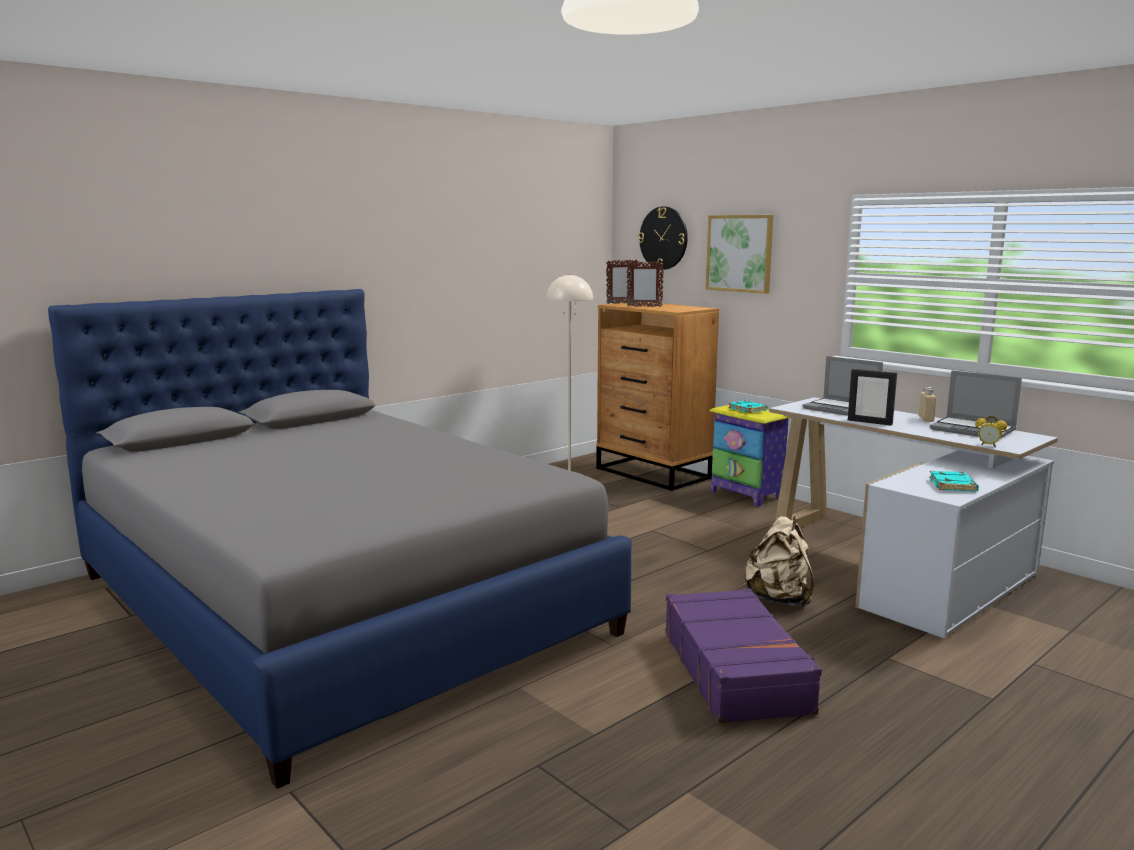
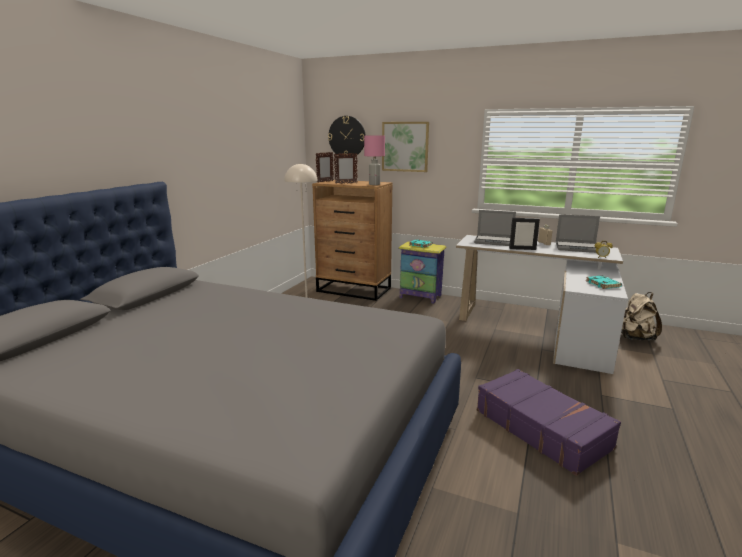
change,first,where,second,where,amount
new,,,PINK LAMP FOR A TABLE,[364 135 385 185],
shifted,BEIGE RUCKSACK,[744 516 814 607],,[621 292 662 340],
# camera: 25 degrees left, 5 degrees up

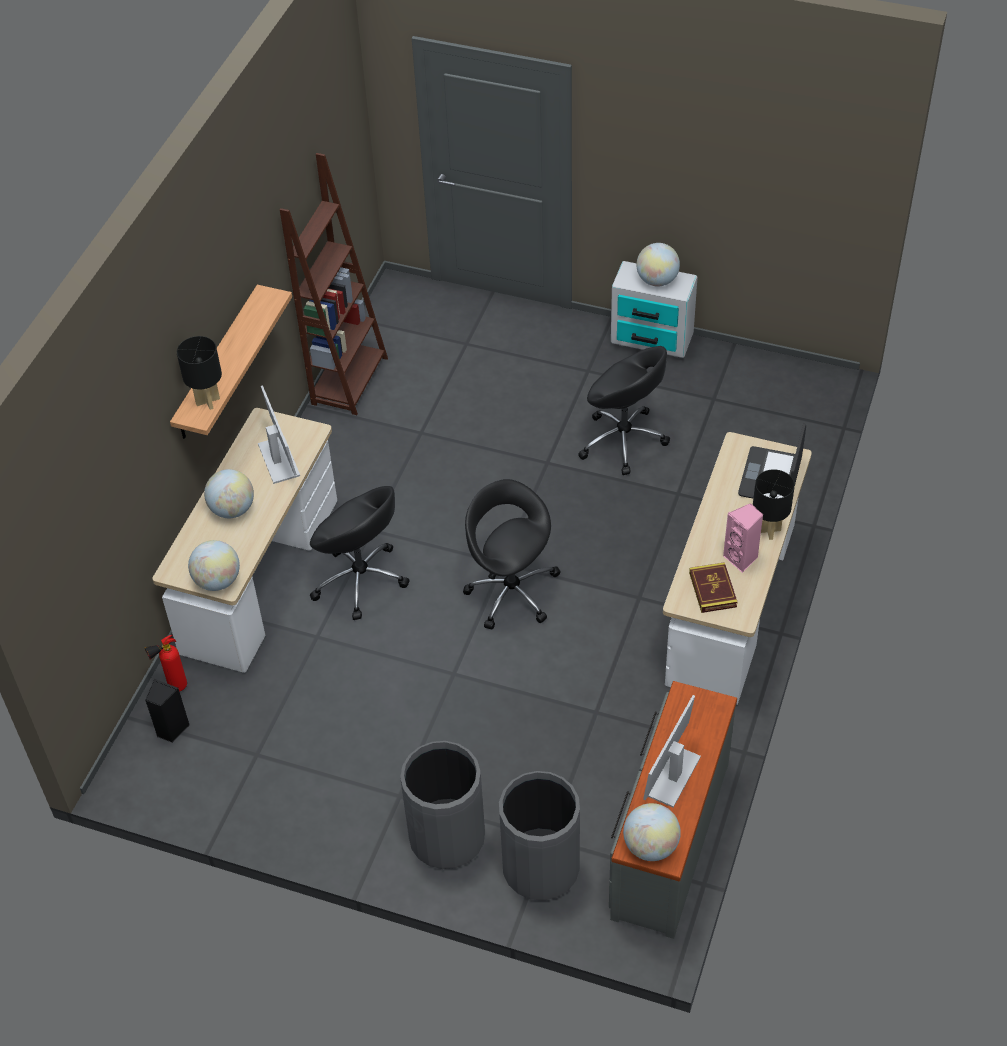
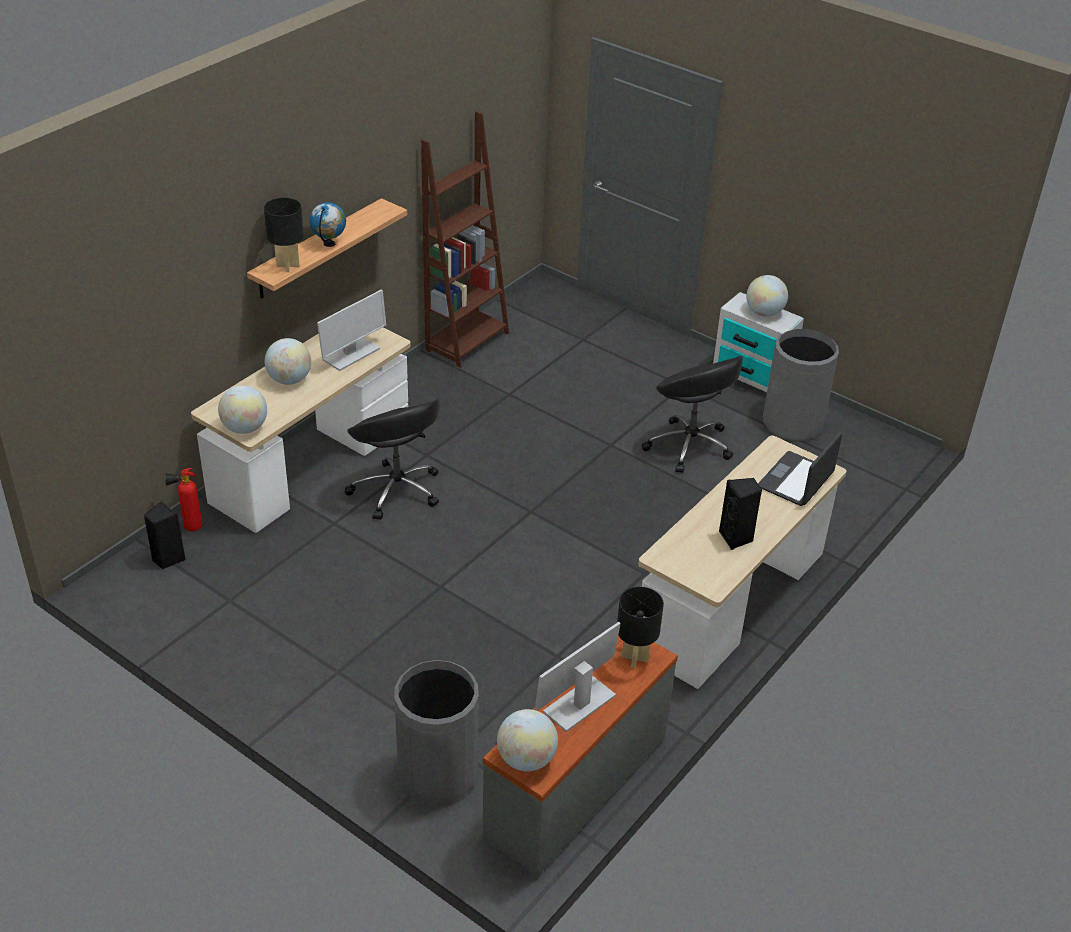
change,first,where,second,where,amount
gone,BLACKISH DESK CHAIR,[463 479 561 629],,,
gone,BOUND BOOK,[689 562 737 613],,,
new,,,GLOBE,[310 202 346 247],
shifted,GREYISH TRASH CAN,[400 741 485 869],,[763 329 839 441],
shifted,BLACKISH LAMP FOR A TABLE,[753 469 795 540],,[617 587 664 669],
repainted,PINK SPEAKER,[723 503 763 573],BLACKISH SPEAKER,[719 478 762 550],
rotated,COMPUTER SCREEN,[258 385 300 484],,[317 289 386 371],45 degrees clockwise
# camera: 15 degrees right, 10 degrees down

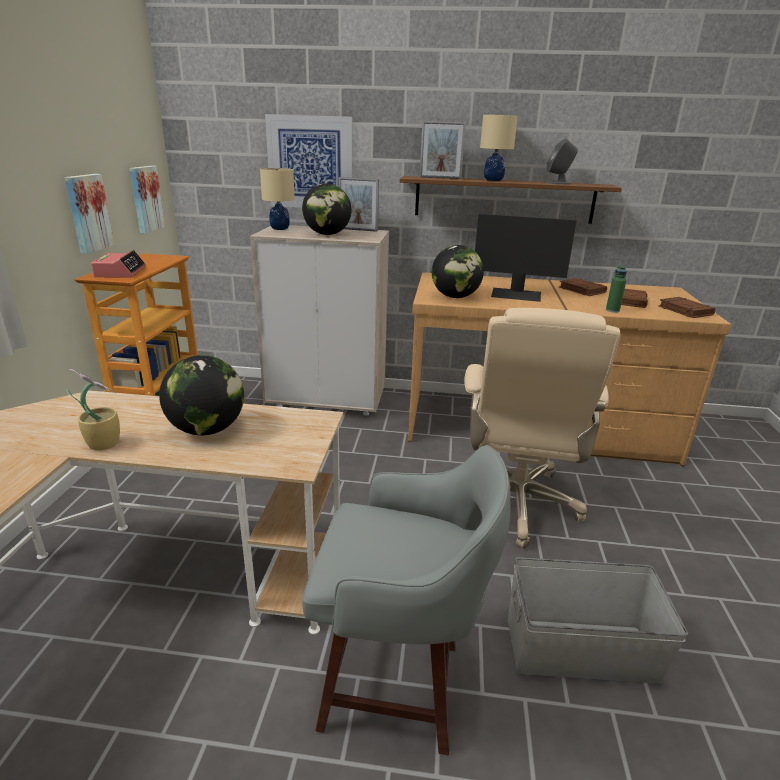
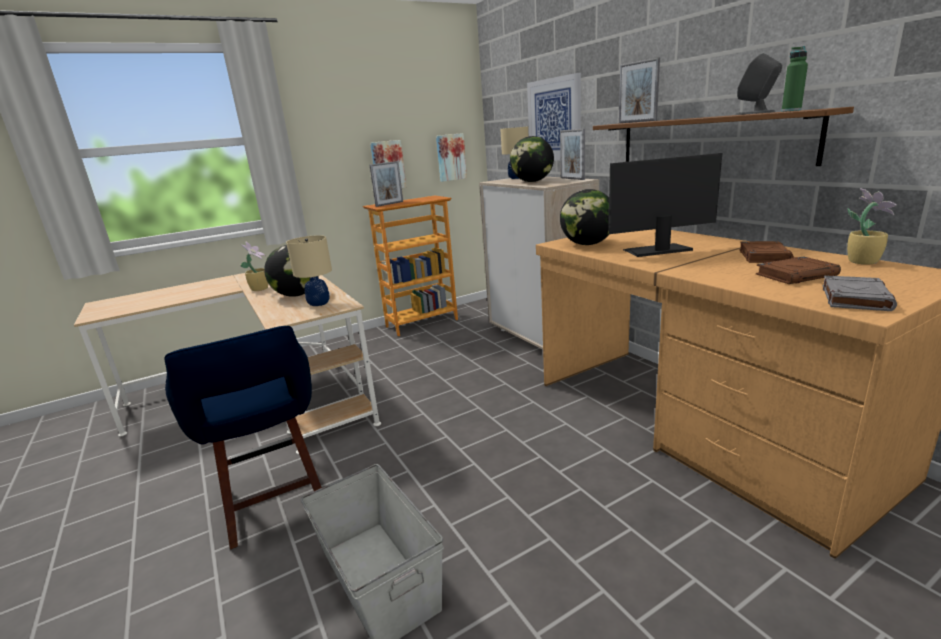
change,first,where,second,where,amount
gone,BEIGE DESK CHAIR,[464 308 620 549],,,
new,,,PLANT IN A POT,[847 188 897 264],
shifted,BEIGE LAMP FOR A TABLE,[480 114 518 181],,[286 235 332 306],
shifted,GREENISH BOTTLE,[606 266 627 313],,[782 46 808 112],
swapped,TABLE CLOCK,[91 250 146 277],PHOTO FRAME,[369 161 403 207],
repainted,GREYISH STOOL SEAT,[303 445 511 755],BLUISH STOOL SEAT,[164 326 322 549],
repainted,BROWN BOUND BOOK,[658 297 716 318],GREYISH BOUND BOOK,[823 275 897 311],
rotated,COMPUTER SCREEN,[475 214 577 302],,[609 153 722 257],105 degrees clockwise
# camera: 55 degrees right, 5 degrees down

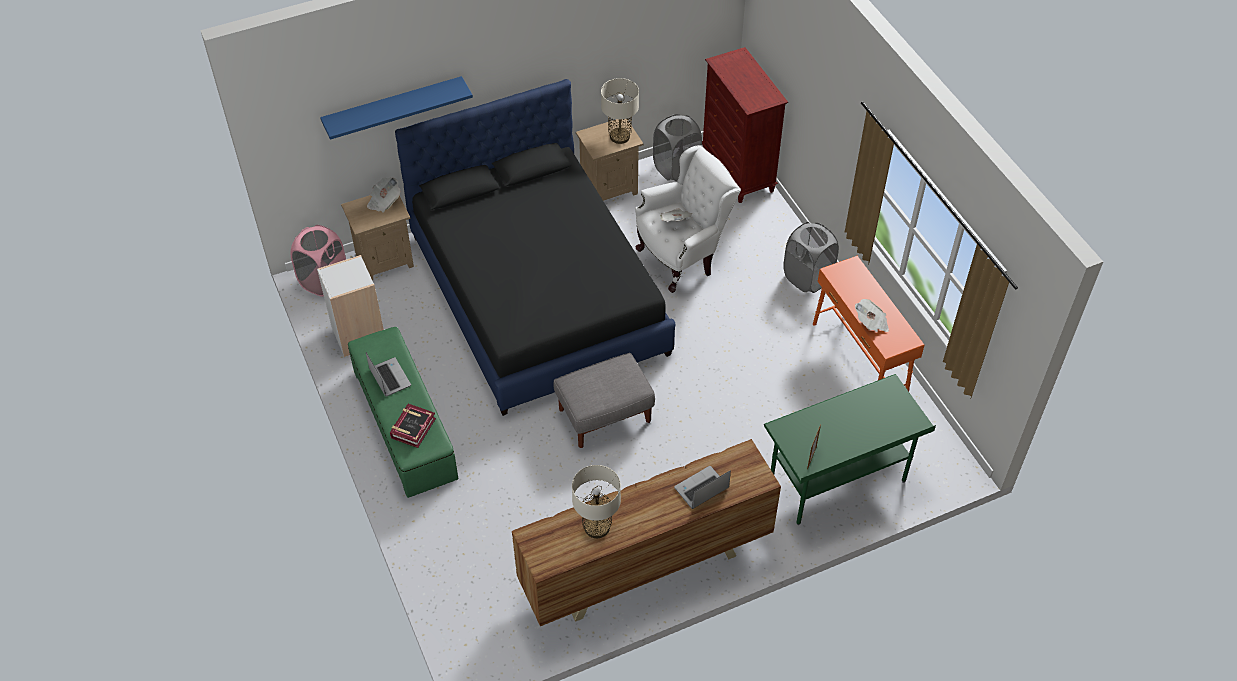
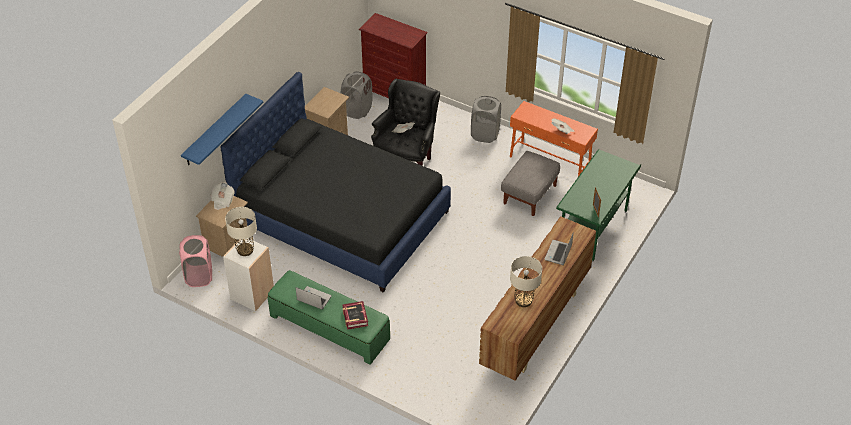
change,first,where,second,where,amount
shifted,GREYISH POUFFE,[553 353 655 448],,[501 151 560 216],
shifted,LAMP FOR A TABLE,[601 78 639 144],,[225 207 257 256],
repainted,WHITE ARMCHAIR,[635 145 741 293],BLACKISH ARMCHAIR,[371 79 440 166],
# camera: 35 degrees left, 5 degrees down

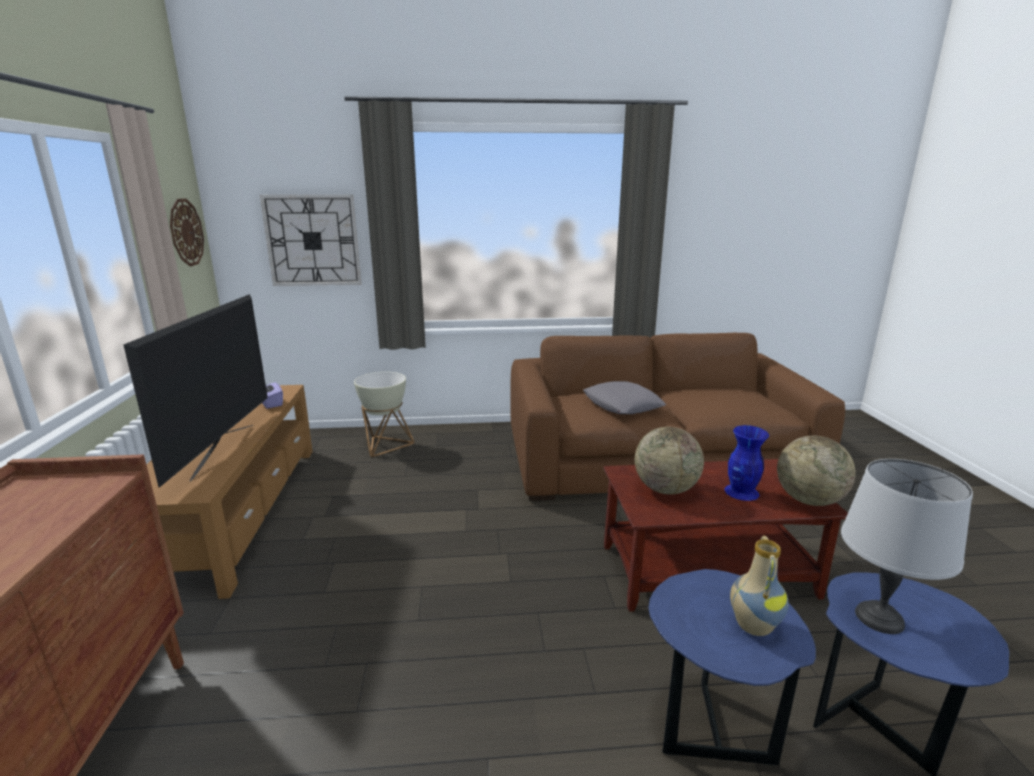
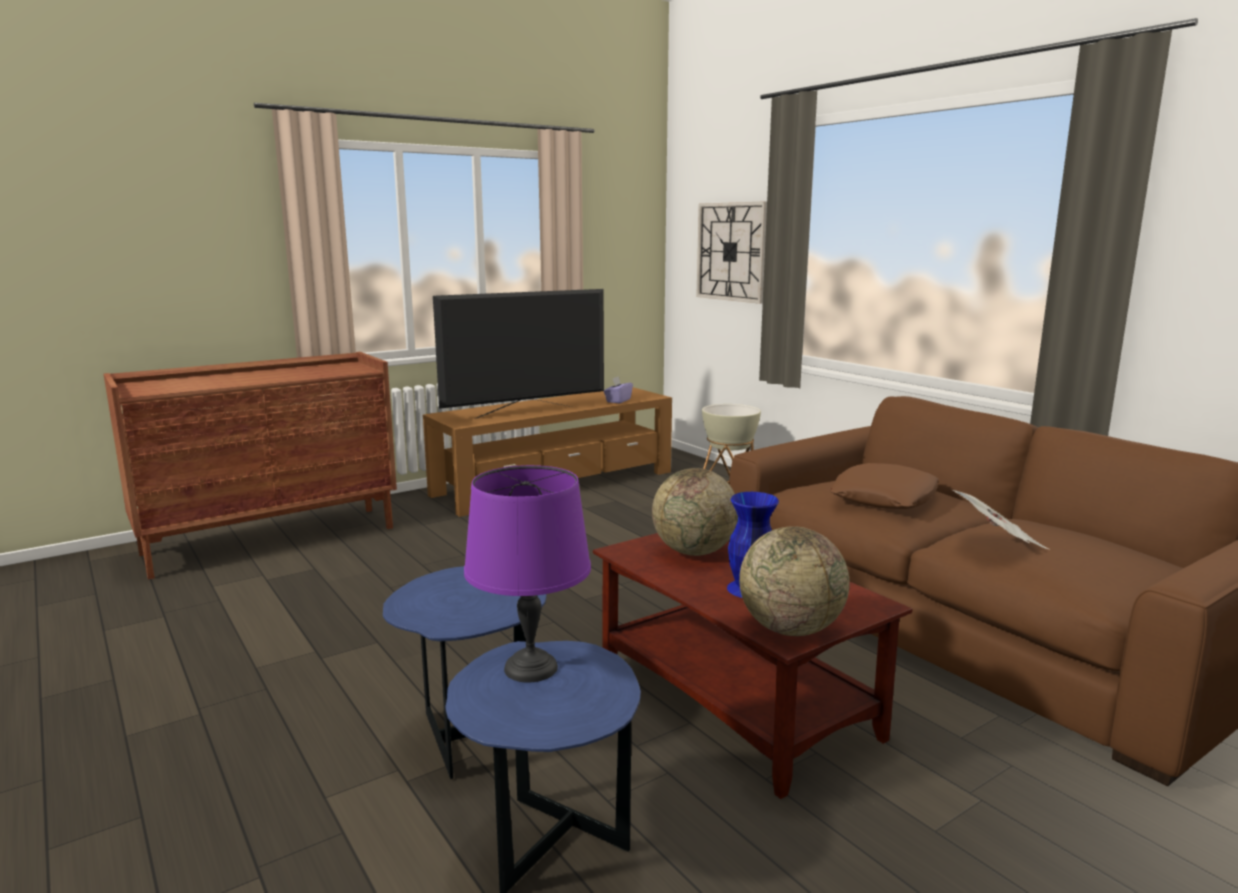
change,first,where,second,where,amount
gone,CLOCK ON THE WALL,[170 198 204 266],,,
gone,FLOWER VASE,[730 536 788 636],,,
new,,,PRINTED PAPER,[953 490 1048 549],
repainted,GREYISH PILLOW,[583 381 666 414],BROWN PILLOW,[830 463 939 509],
repainted,GREYISH LAMP FOR A TABLE,[841 459 973 634],PURPLE-COLOURED LAMP FOR A TABLE,[464 465 591 682],
# camera: 60 degrees right, 5 degrees down

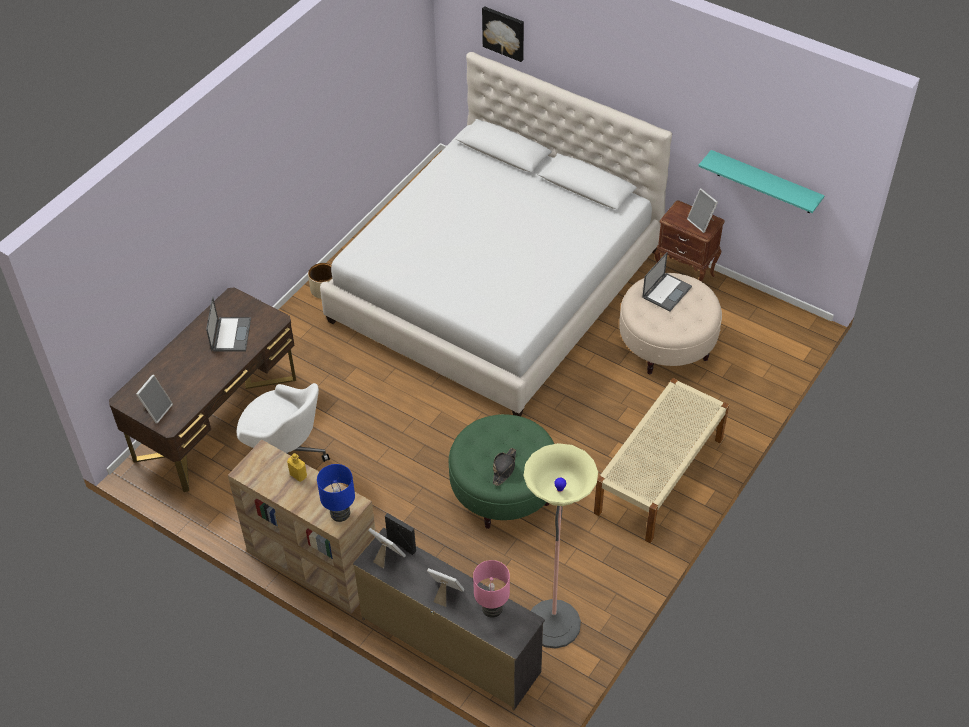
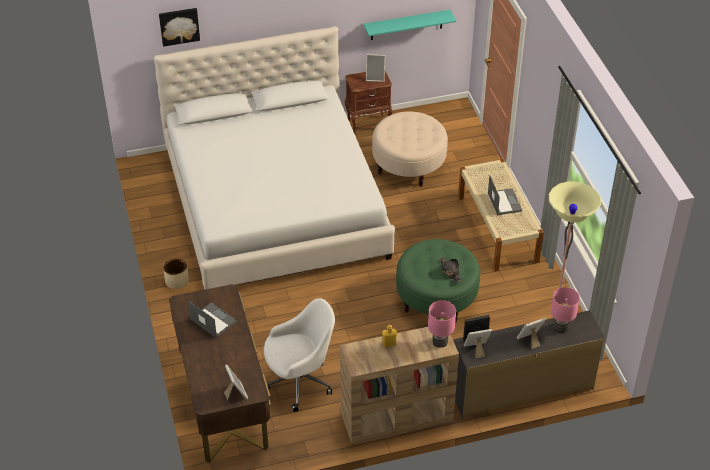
change,first,where,second,where,amount
shifted,LAPTOP,[642 252 692 312],,[488 176 522 215],
repainted,BLUISH LAMP FOR A TABLE,[317 464 355 522],PINK LAMP FOR A TABLE,[428 300 456 348],
# camera: 50 degrees left, 5 degrees down

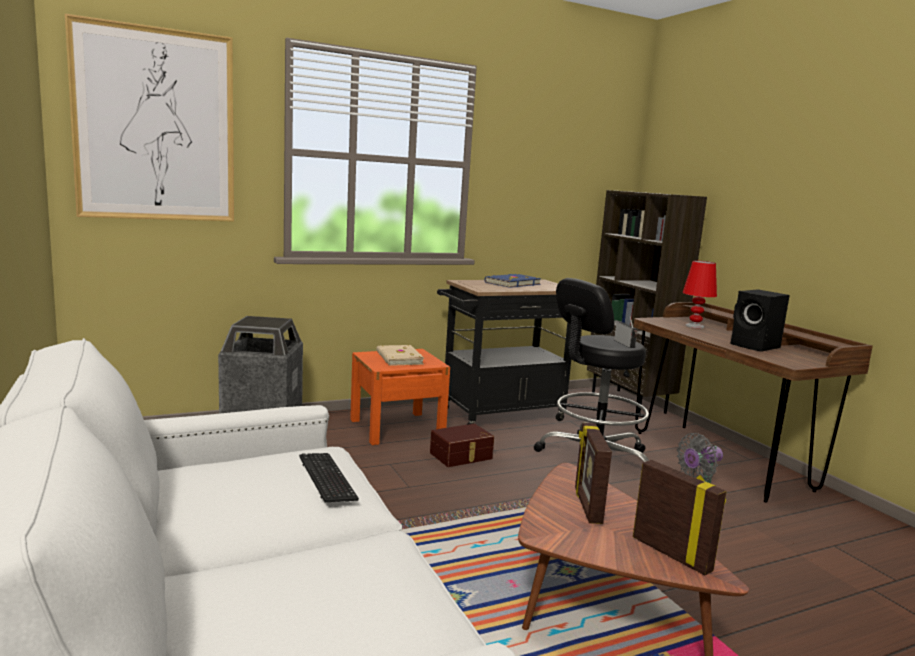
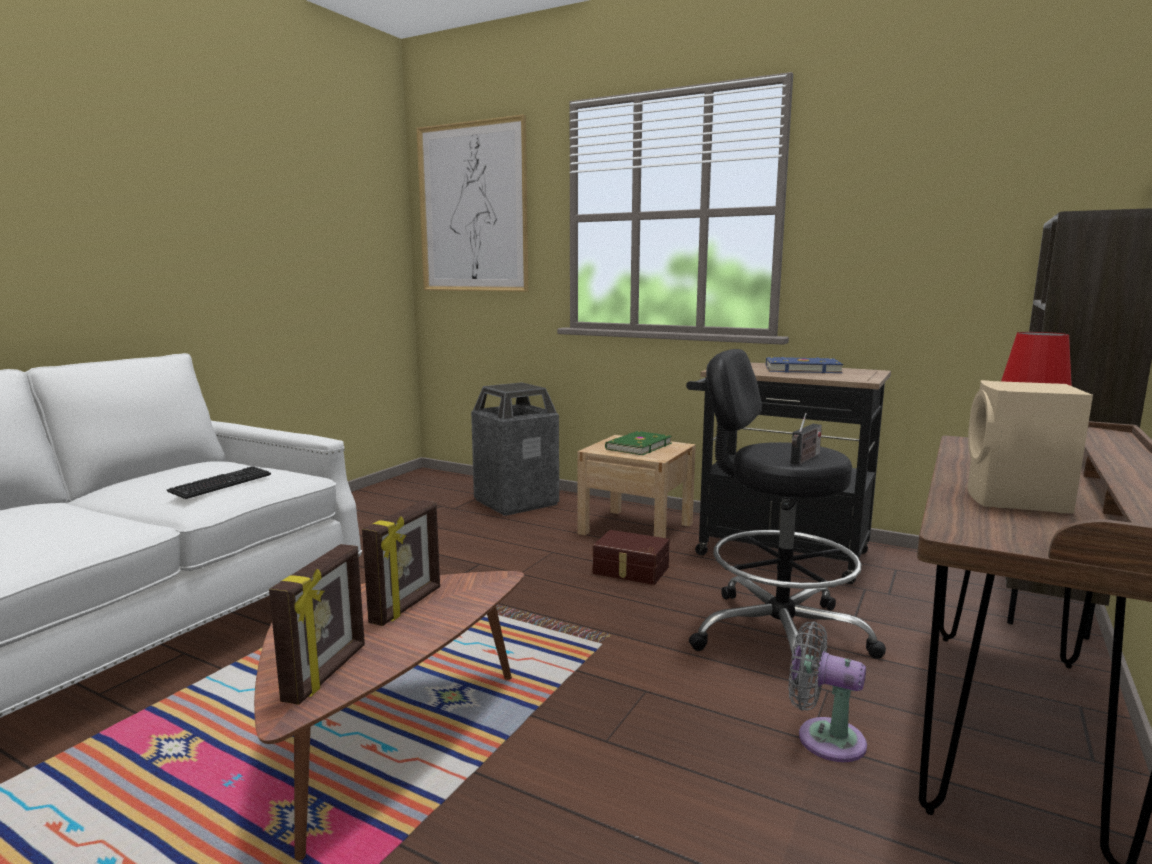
change,first,where,second,where,amount
repainted,ORANGE NIGHT TABLE,[350 349 450 445],BEIGE NIGHT TABLE,[577 435 696 538],
repainted,BEIGE BOUND BOOK,[377 345 424 366],GREENISH BOUND BOOK,[605 431 672 455],
repainted,BLACKISH SPEAKER,[730 289 790 352],BEIGE SPEAKER,[967 380 1093 514],
rotated,PHOTO FRAME,[575 423 612 524],,[362 500 440 626],150 degrees clockwise
# camera: 55 degrees right, 0 degrees up

